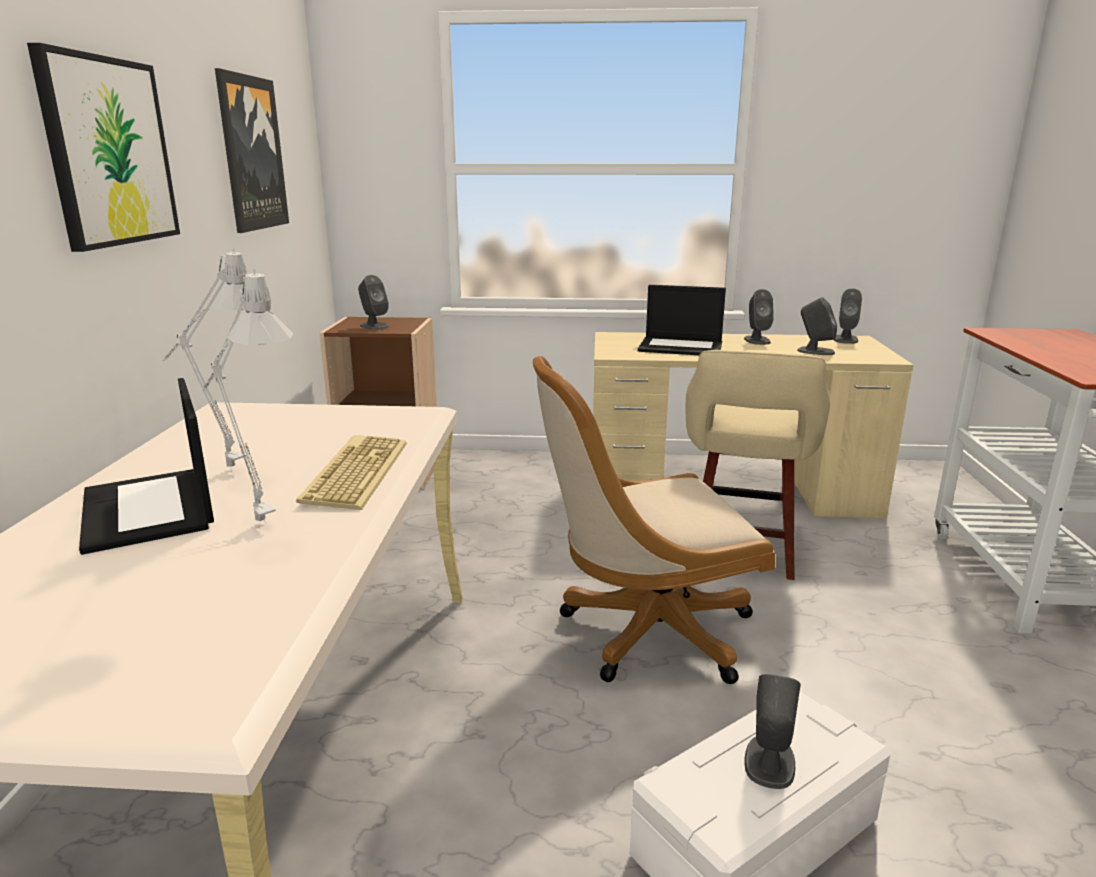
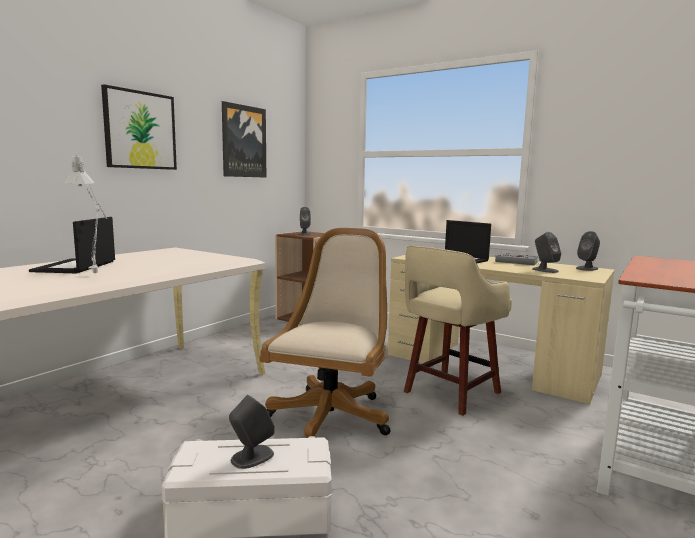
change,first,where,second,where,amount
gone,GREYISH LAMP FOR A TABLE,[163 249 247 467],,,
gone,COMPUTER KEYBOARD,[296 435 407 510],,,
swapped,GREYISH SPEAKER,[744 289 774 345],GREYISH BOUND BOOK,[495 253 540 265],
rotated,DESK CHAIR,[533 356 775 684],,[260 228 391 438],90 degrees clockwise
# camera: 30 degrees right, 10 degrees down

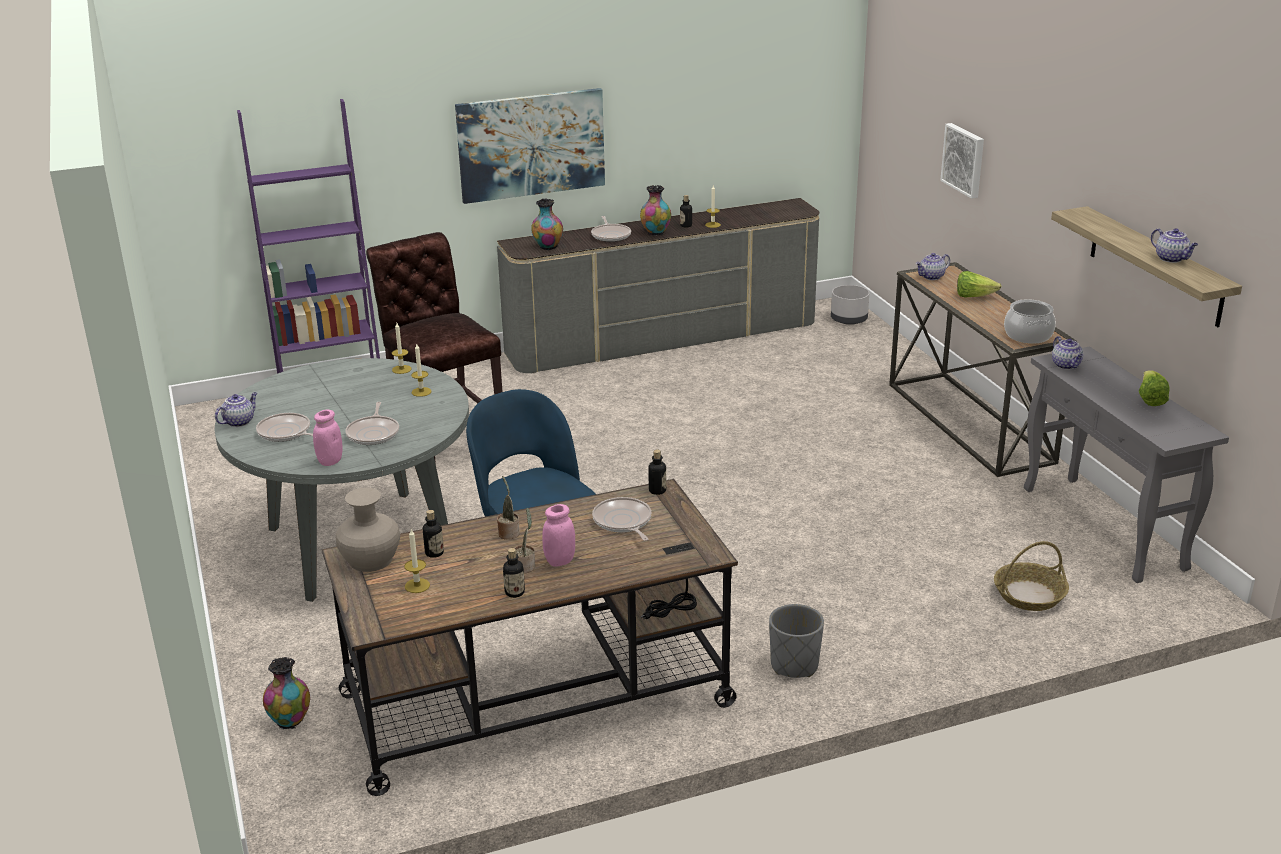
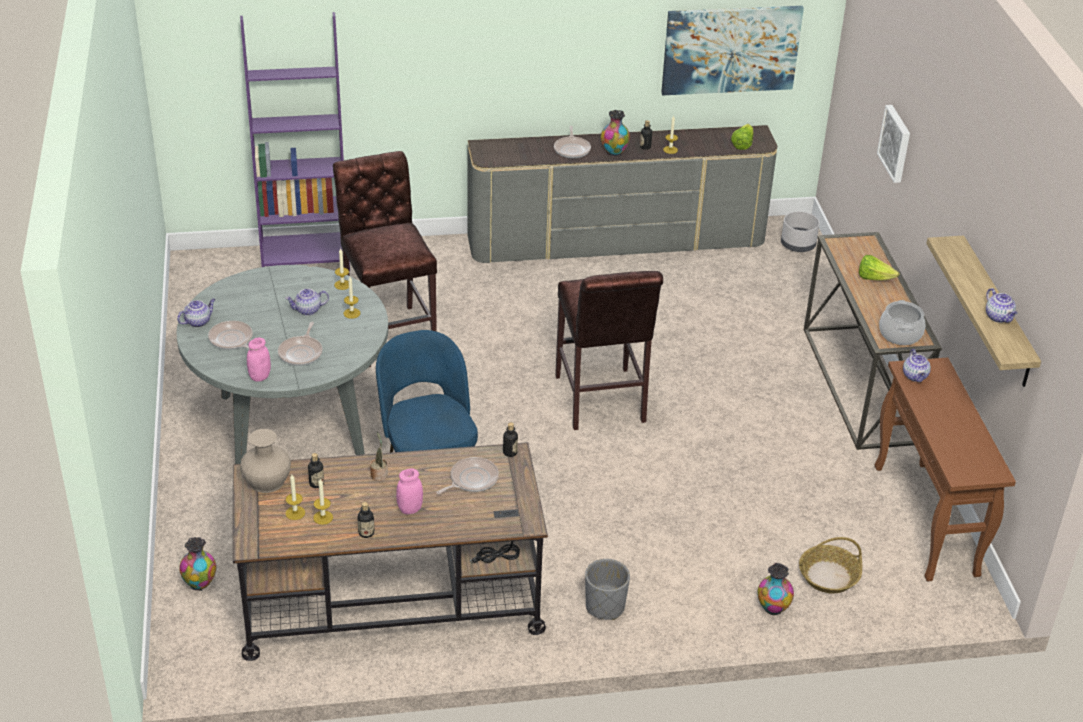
change,first,where,second,where,amount
gone,PLANT IN A POT,[515 508 535 573],,,
new,,,WAX CANDLE,[313 479 333 525],
new,,,BROWN STOOL SEAT,[555 271 663 430],
shifted,WALL PICTURE,[455 88 605 204],,[661 6 804 95],
shifted,FLOWER VASE,[531 199 563 250],,[757 563 794 615],
shifted,TEA POT,[915 253 950 280],,[285 289 329 316],
shifted,LETTUCE HEAD,[1138 370 1170 406],,[731 124 753 150],
repainted,GREYISH NARROW TABLE,[1024 347 1229 583],BROWN NARROW TABLE,[875 357 1016 581],
rotated,PAN,[592 497 651 541],,[436 457 499 494],60 degrees clockwise
# camera: 10 degrees right, 10 degrees up

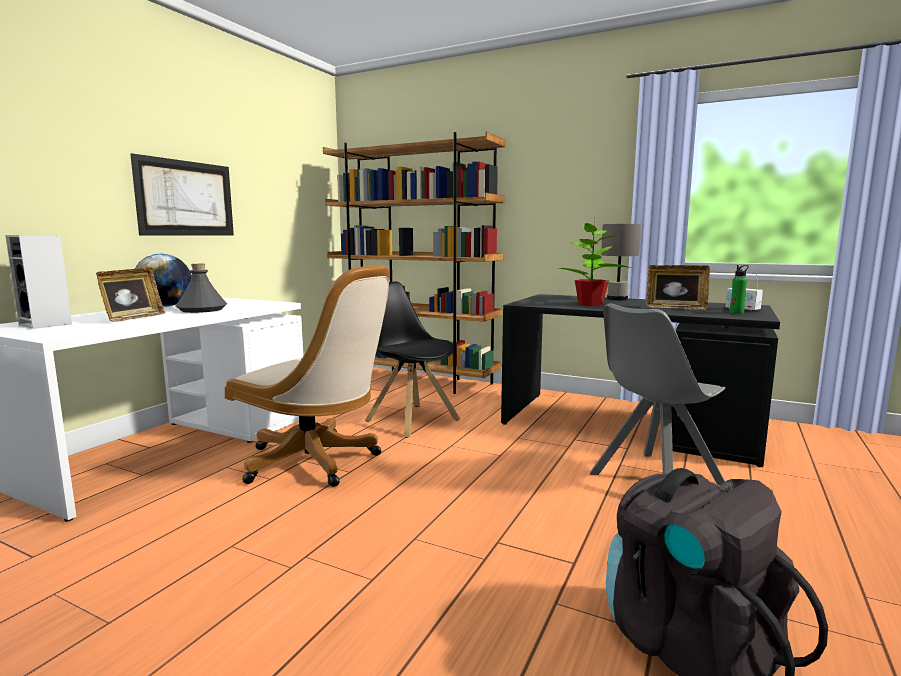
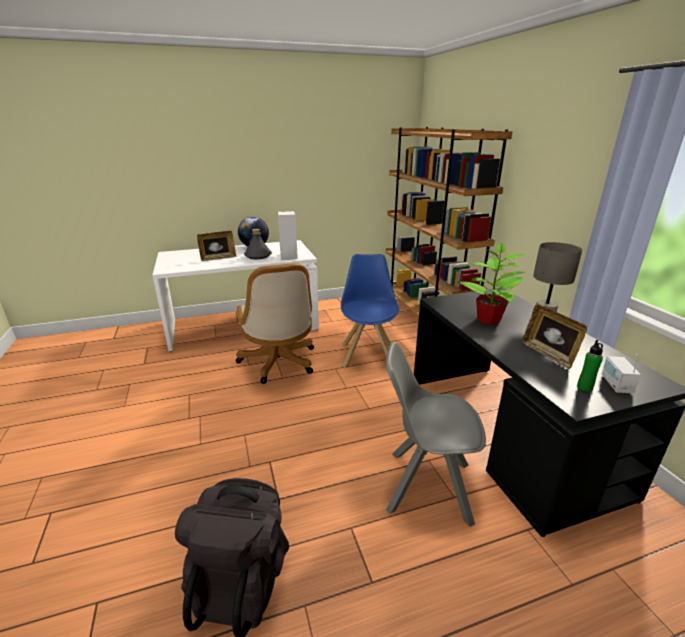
change,first,where,second,where,amount
gone,WALL PICTURE,[130 153 234 236],,,
shifted,SPEAKER,[5 235 72 329],,[278 211 298 260],
repainted,BLACKISH CHAIR,[365 281 460 438],BLUISH CHAIR,[341 254 399 368],
# camera: 45 degrees right, 15 degrees up

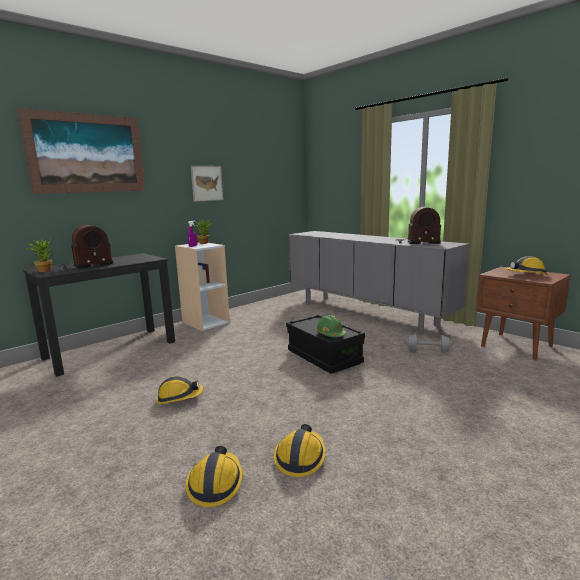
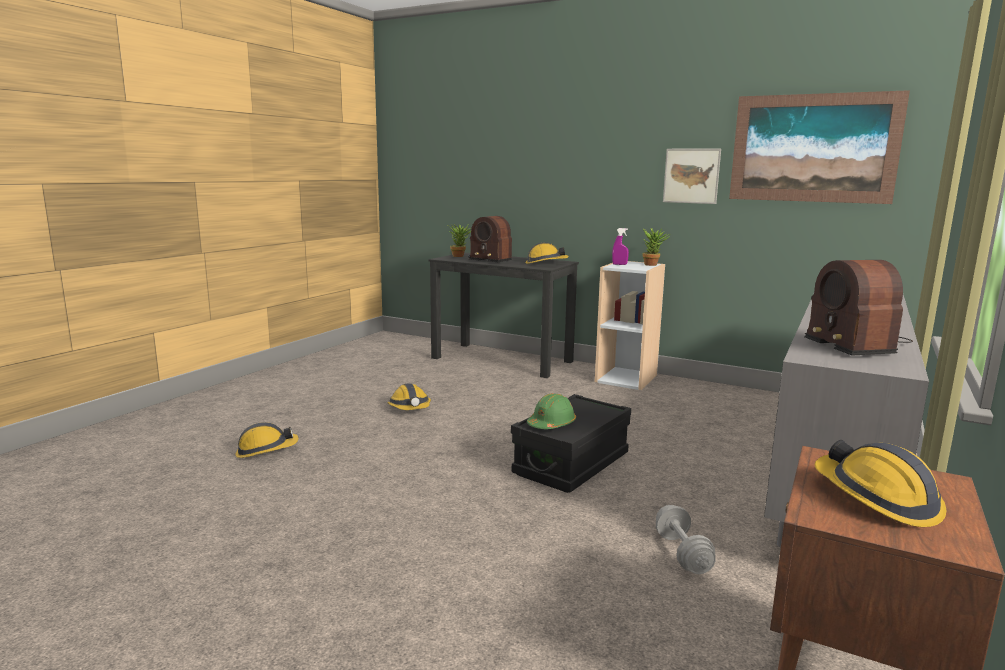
change,first,where,second,where,amount
shifted,WALL PICTURE,[17 108 146 194],,[729 90 910 204],
shifted,SAFETY HELMET,[274 424 326 477],,[525 242 569 264],
# camera: 70 degrees right, 0 degrees up

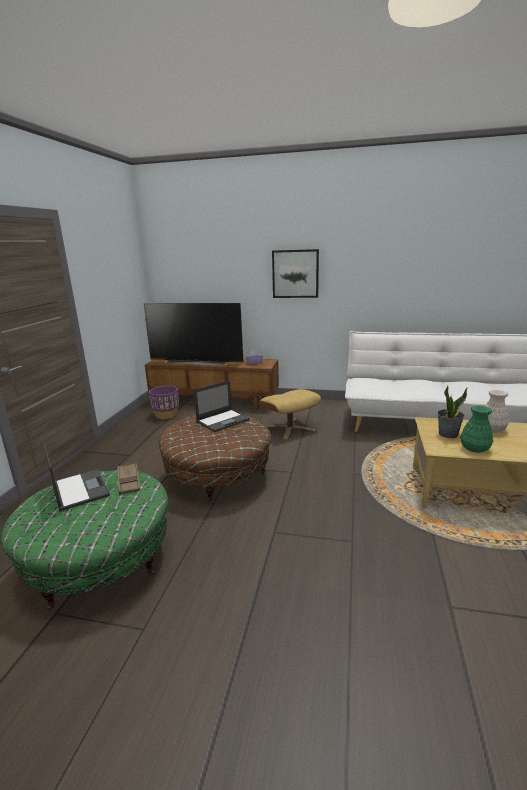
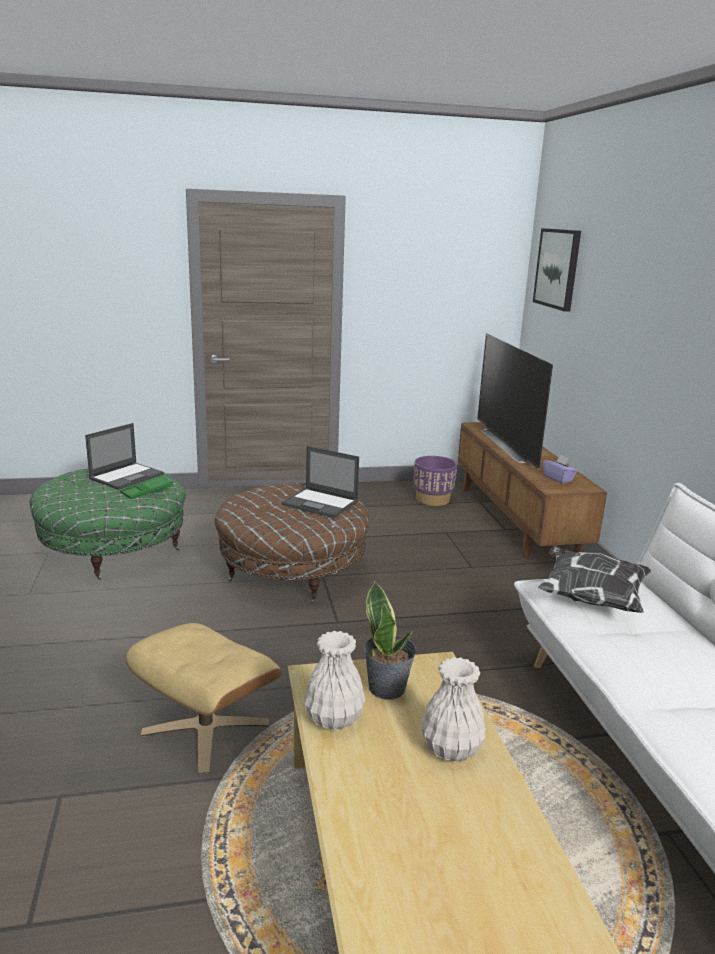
change,first,where,second,where,amount
new,,,PILLOW,[538 546 651 613],
shifted,BEIGE POUFFE,[259 389 321 440],,[126 623 282 774],
shifted,WALL PICTURE,[272 249 319 298],,[533 228 581 312],
repainted,BROWN TRAY,[117 463 140 495],GREENISH TRAY,[120 475 173 499],
repainted,GREENISH FLOWER VASE,[460 405 493 453],WHITE FLOWER VASE,[304 631 365 729],
# camera: 65 degrees right, 0 degrees up

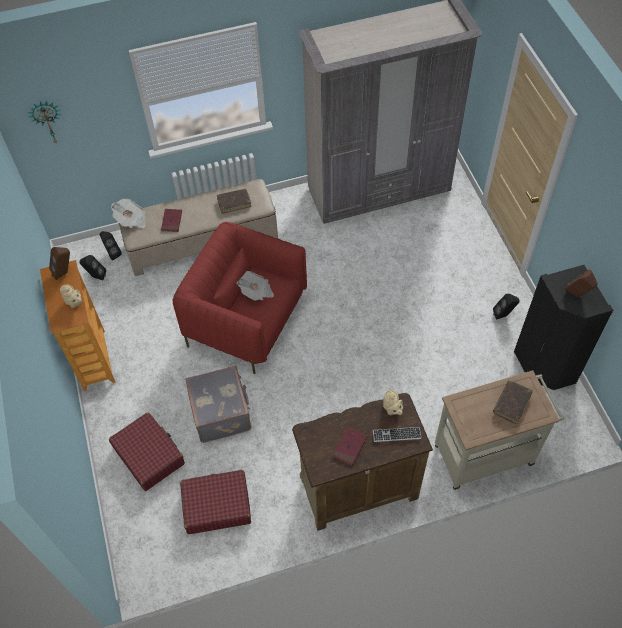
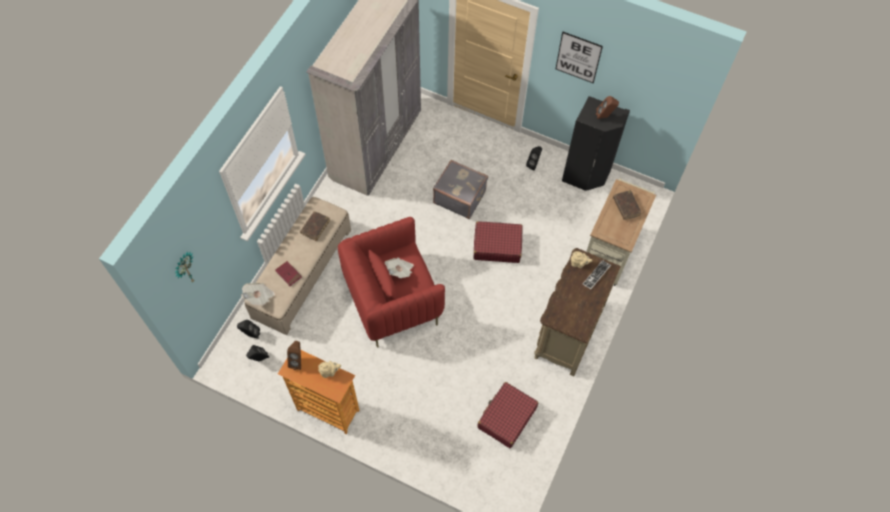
change,first,where,second,where,amount
gone,RED BOUND BOOK,[332 427 367 466],,,
new,,,WALL PICTURE,[556 32 603 83],
shifted,RED SUITCASE,[109 412 185 491],,[473 221 523 263],
shifted,GREYISH SUITCASE,[185 366 251 443],,[433 160 488 219],
# camera: 50 degrees left, 5 degrees up

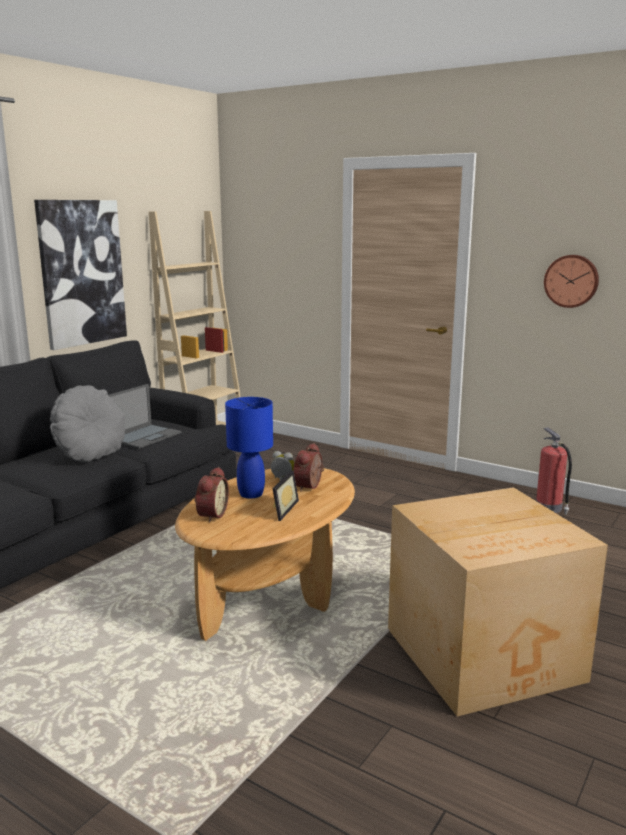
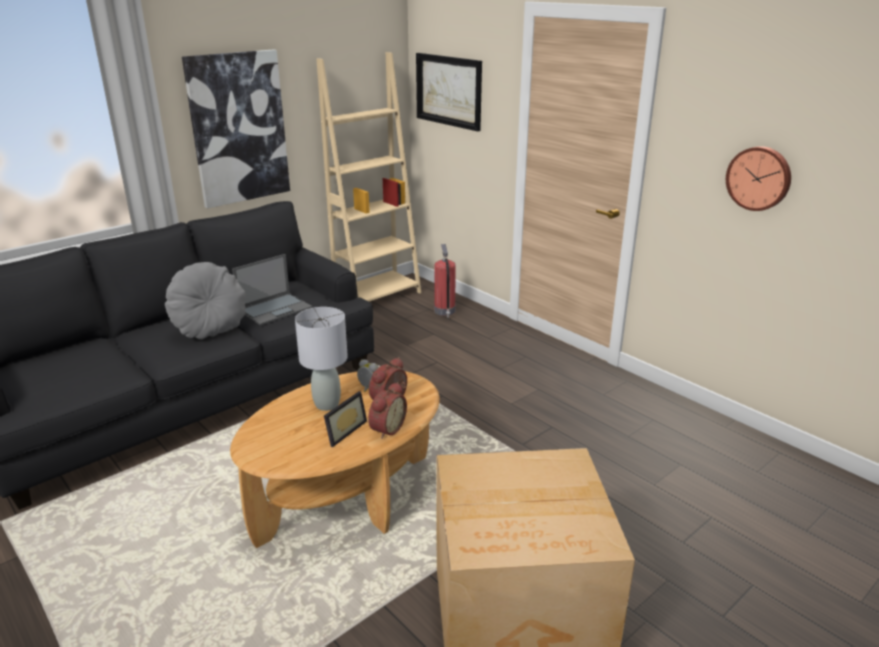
change,first,where,second,where,amount
new,,,WALL PICTURE,[416 53 482 131],
shifted,TABLE CLOCK,[194 467 229 523],,[368 382 407 439],
shifted,FIRE-FIGHTING CYLINDER,[536 428 572 515],,[434 244 456 318],
repainted,BLUISH LAMP FOR A TABLE,[225 397 273 499],GREYISH LAMP FOR A TABLE,[295 307 348 411],
# camera: 15 degrees right, 10 degrees up

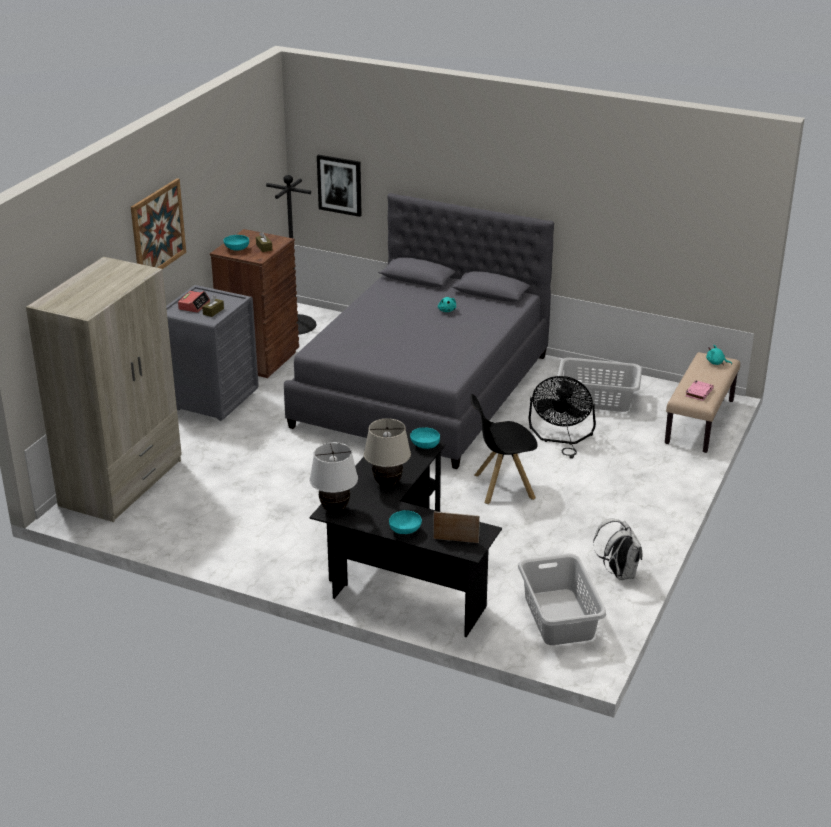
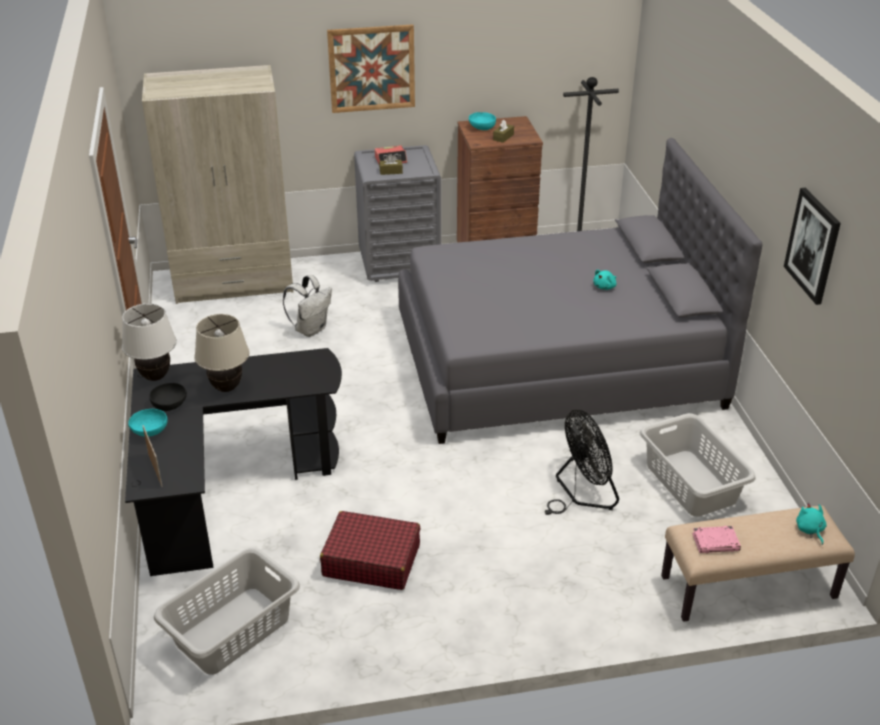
change,first,where,second,where,amount
gone,TURQUOISE BOWL,[410 427 440 449],,,
gone,BLACKISH CHAIR,[470 394 537 504],,,
new,,,BLACKISH BOWL,[149 383 187 411],
new,,,RED SUITCASE,[320 511 420 590],
shifted,WALL PICTURE,[317 155 362 217],,[784 188 841 305],
shifted,WHITE RUCKSACK,[593 518 642 580],,[283 275 332 337],
# camera: 55 degrees right, 5 degrees up

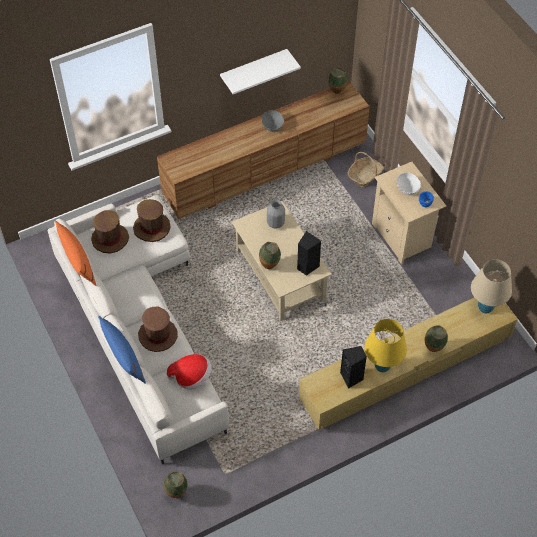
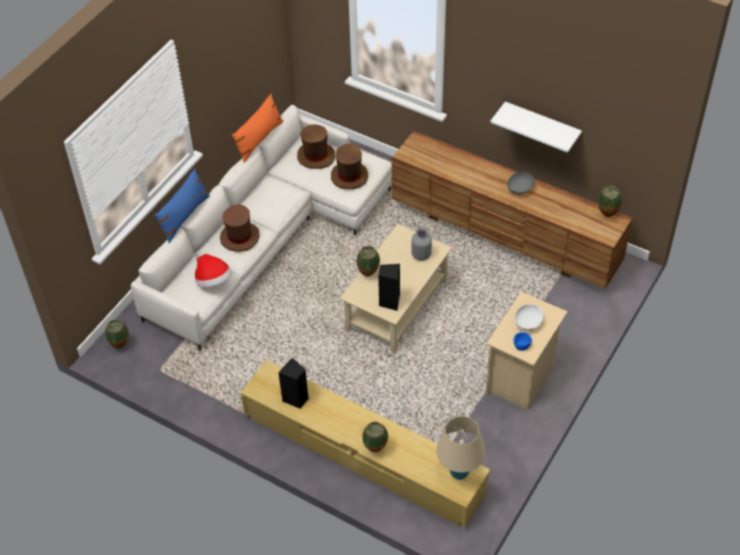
change,first,where,second,where,amount
gone,BASKET,[348 152 384 188],,,
gone,YELLOW LAMP FOR A TABLE,[364 319 407 372],,,
# camera: 60 degrees right, 5 degrees down

